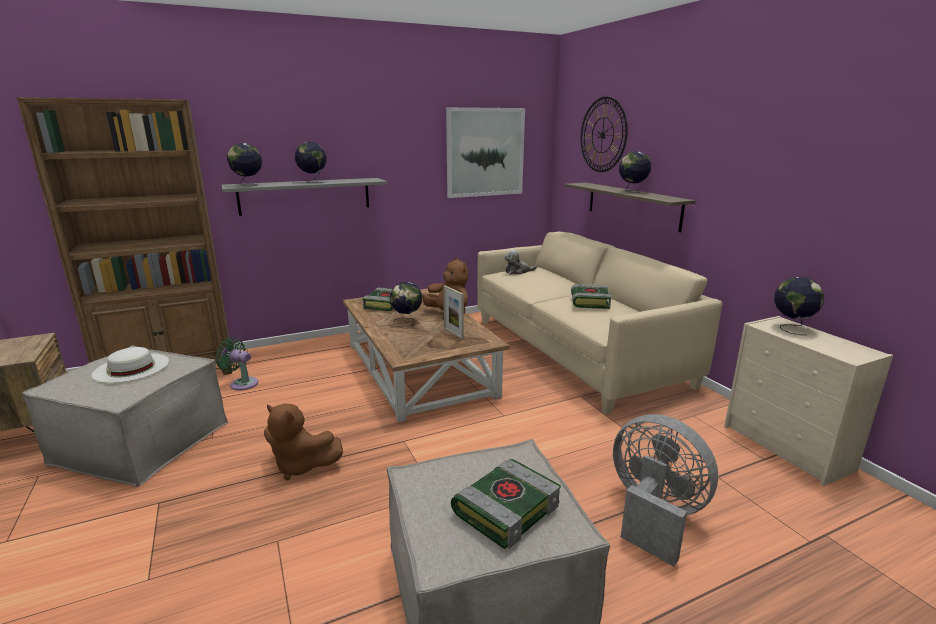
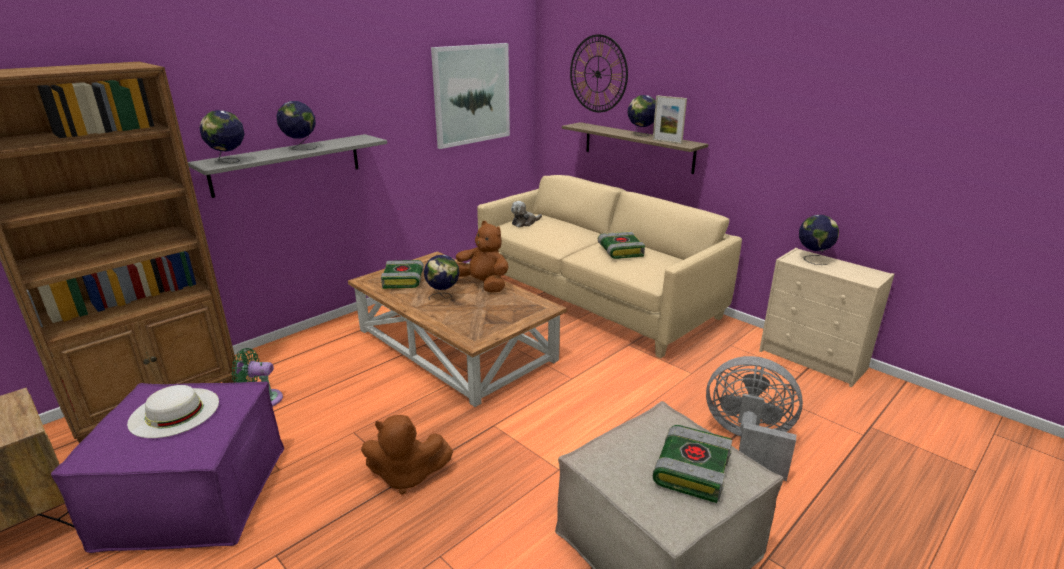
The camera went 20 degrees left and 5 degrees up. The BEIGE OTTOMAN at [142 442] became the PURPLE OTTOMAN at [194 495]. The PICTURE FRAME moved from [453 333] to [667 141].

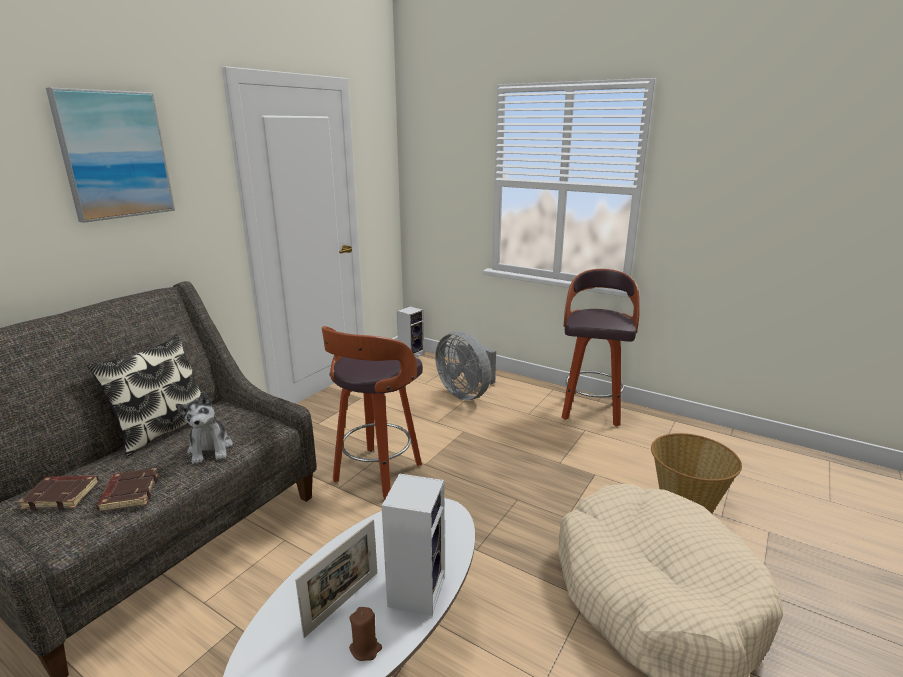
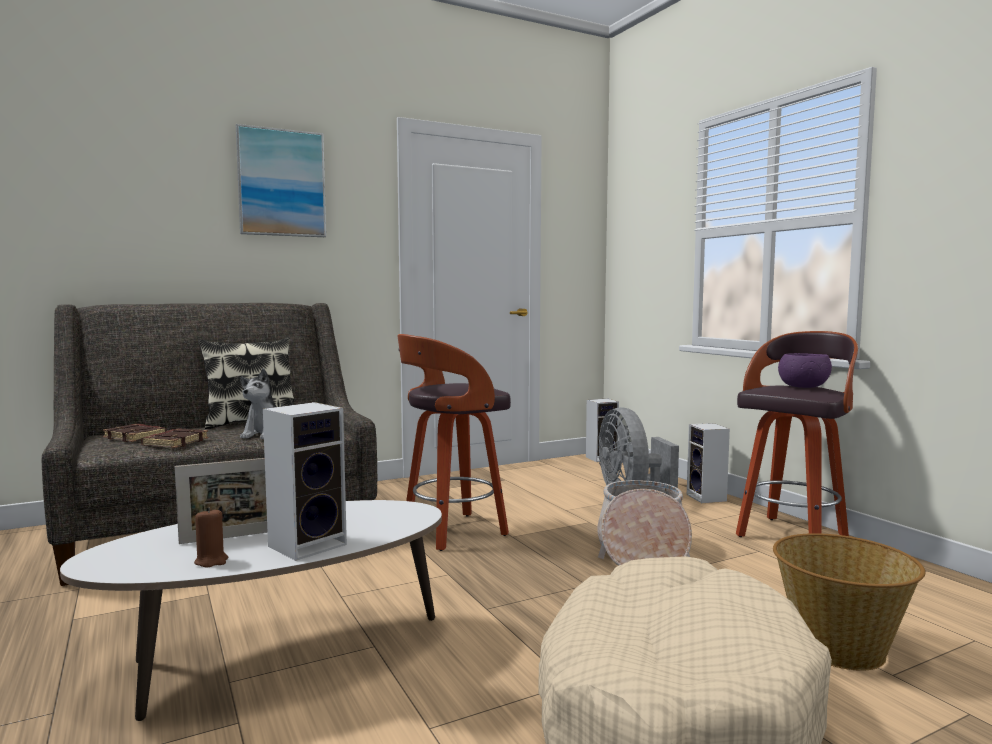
The camera went 30 degrees right and 15 degrees down. The BASKET at [641 551] appeared. The SPEAKER at [707 498] appeared. The PURPLE SERVING BOWL at [803 387] appeared.

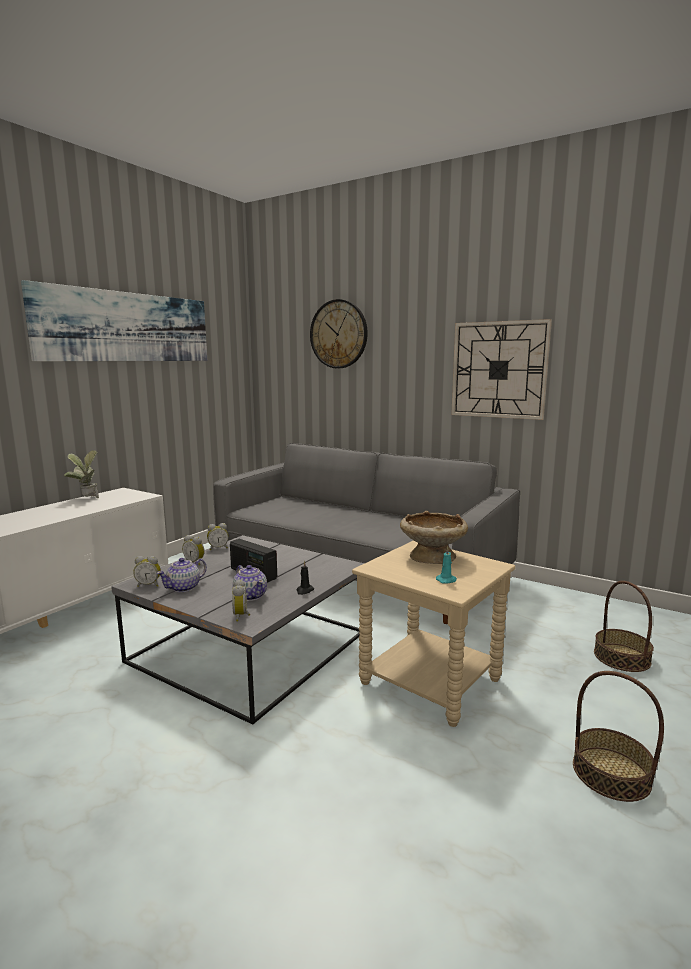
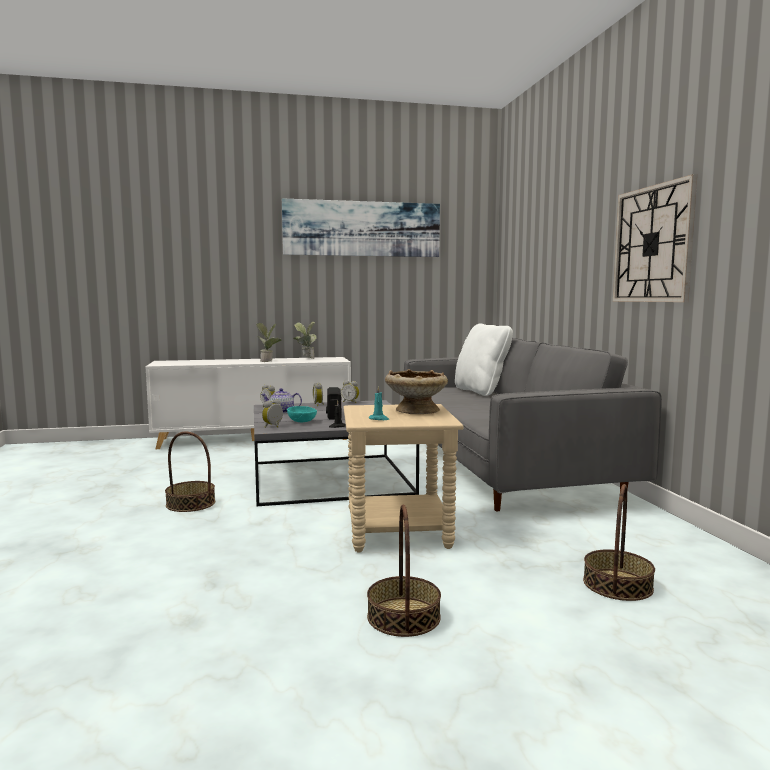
The camera went 45 degrees right and 5 degrees down. The BASKET at [190 504] appeared. The POTTED PLANT at [269 361] appeared. The TEA POT at [250 595] was replaced by the TURQUOISE-COLOURED SERVING BOWL at [302 421]. The WHITISH THROW PILLOW at [481 391] appeared. The HANGING CLOCK at [338 334] disappeared.

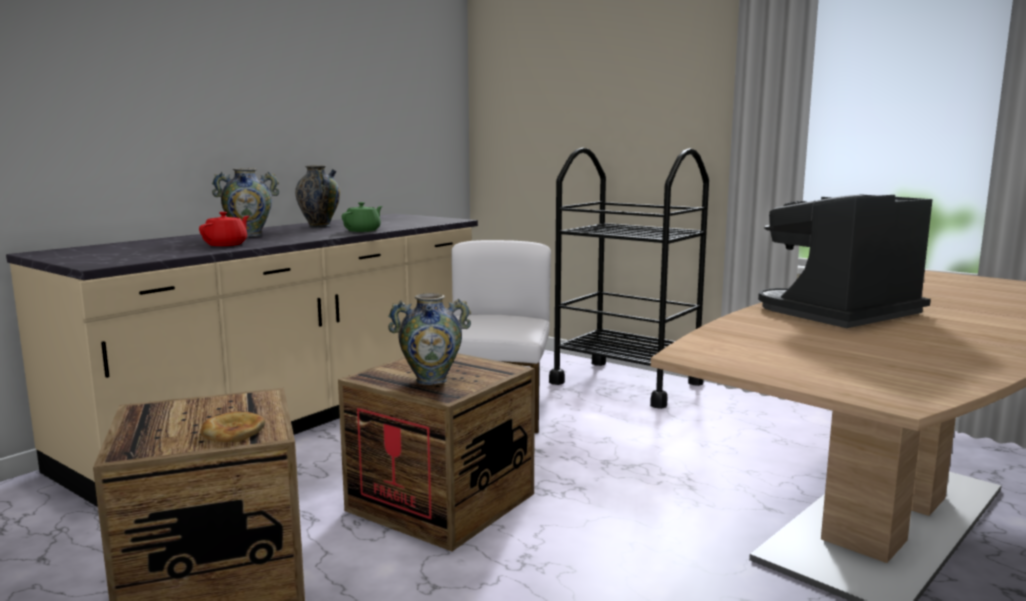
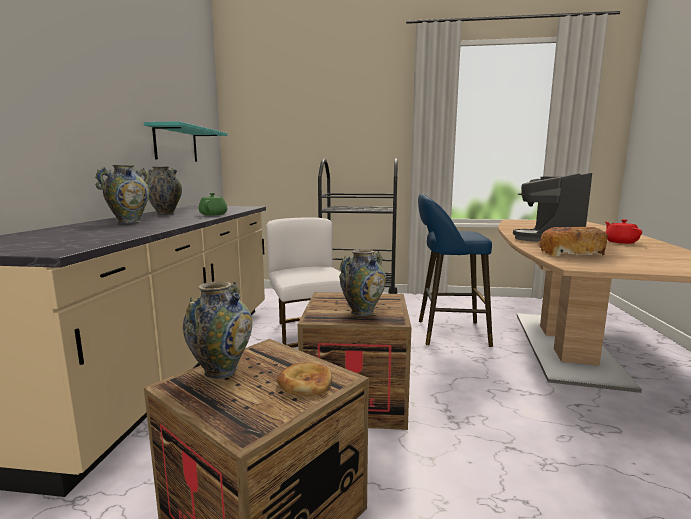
The camera went 30 degrees left and 0 degrees up. The TURQUOISE-COLOURED BRACKET SHELF at [176 144] appeared. The DECORATIVE VASE at [221 371] appeared. The BLUE SITTING STOOL at [447 333] appeared. The BAKERY BREAD at [569 254] appeared. The REDDISH TEA POT moved from [226 244] to [620 242].

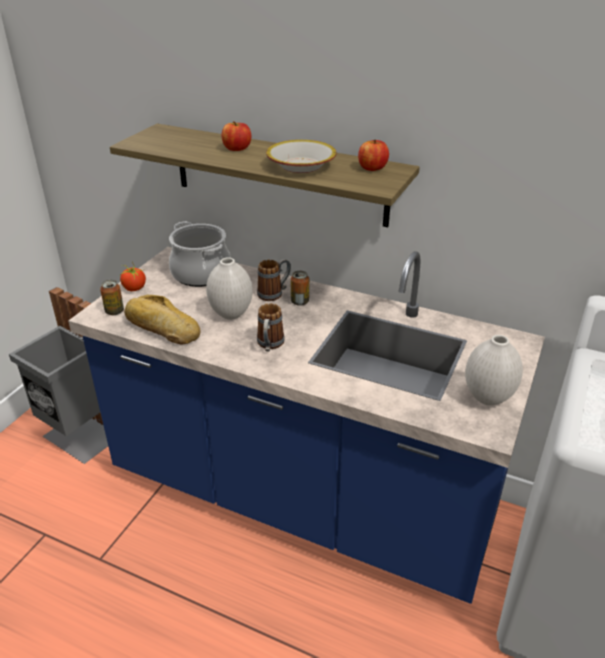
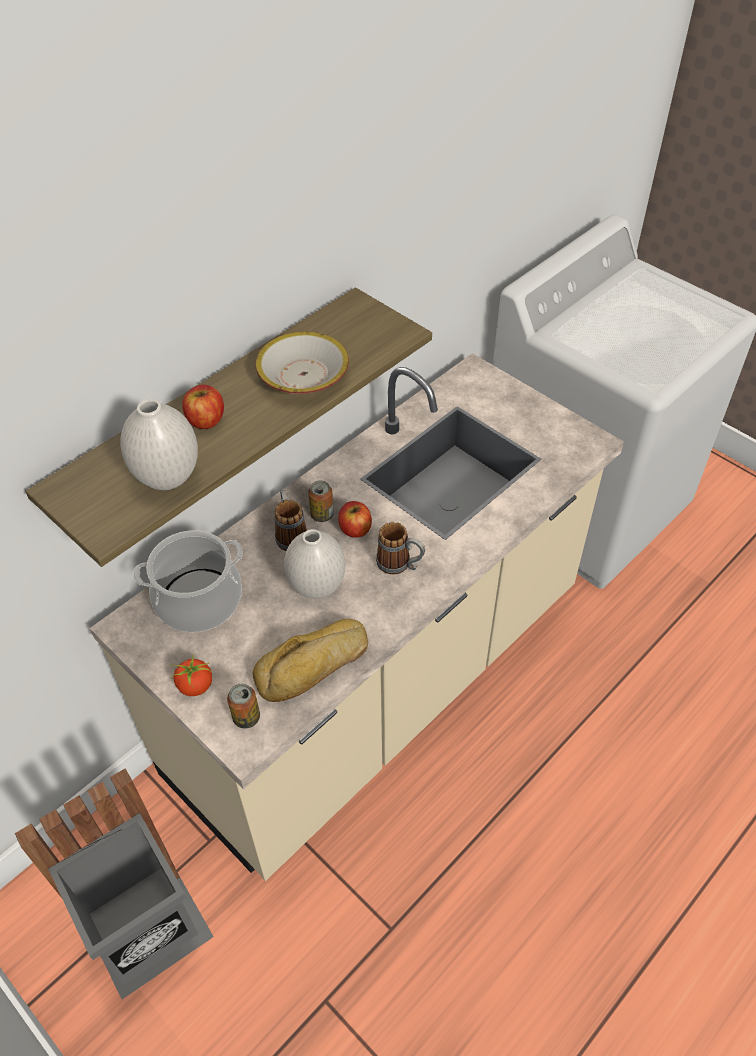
The camera went 70 degrees left and 15 degrees up. The BLUE COUNTER at [302 497] became the BEIGE COUNTER at [380 684]. The WHITISH DECORATIVE VASE moved from [487 398] to [168 479]. The WHOLE APPLE moved from [372 168] to [355 529].

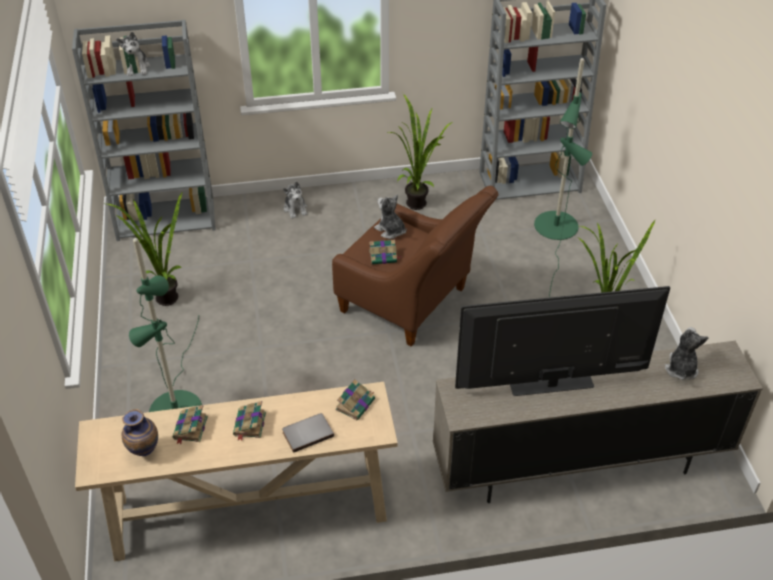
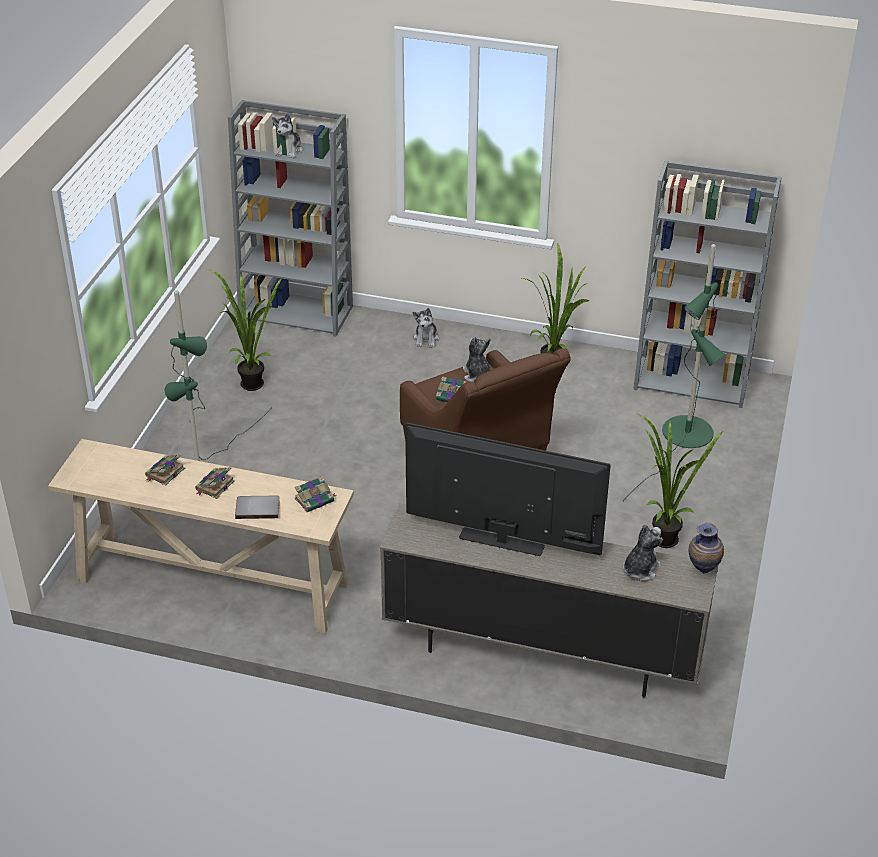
The camera went 25 degrees right and 5 degrees down. The DECORATIVE VASE moved from [144 452] to [703 569].

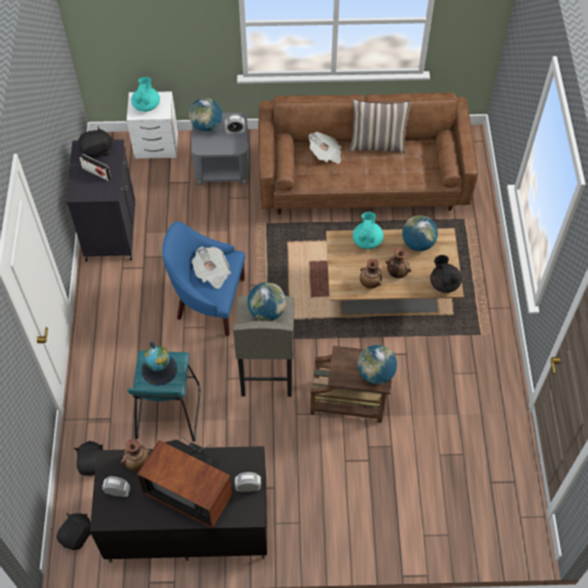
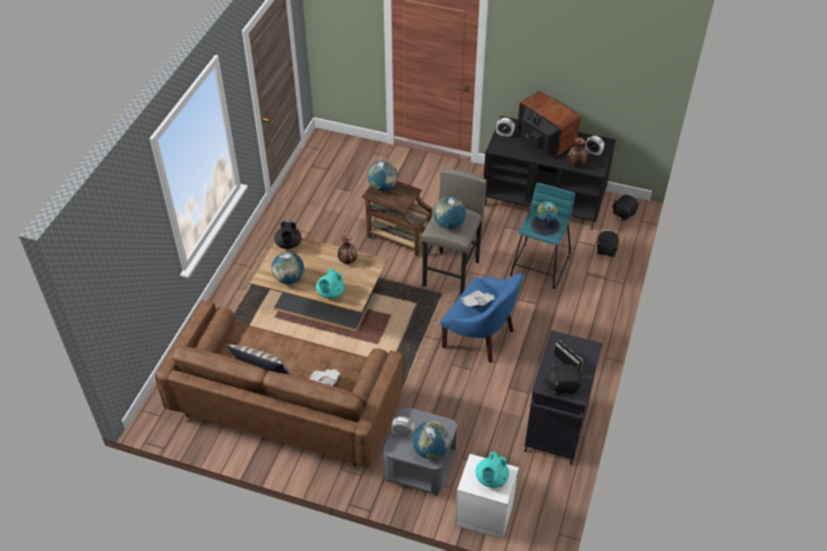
The camera went 160 degrees left and 10 degrees down. The DECORATIVE VASE at [397 273] disappeared.

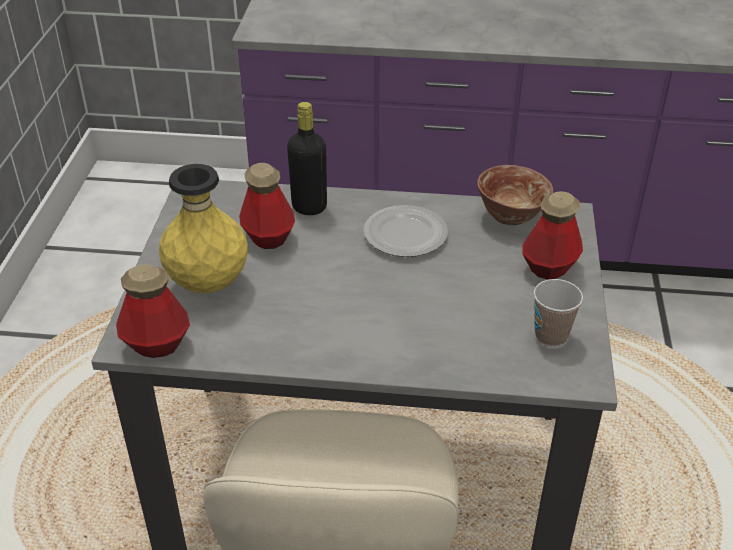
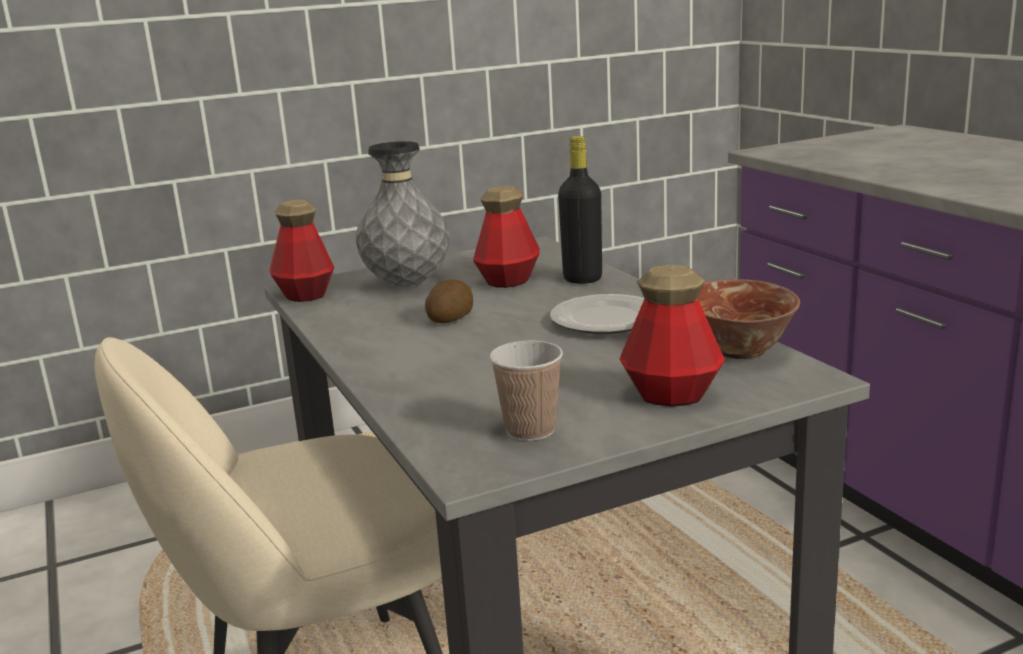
The camera went 60 degrees right and 20 degrees down. The YELLOW-COLOURED DECORATIVE VASE at [208 284] became the GREY DECORATIVE VASE at [407 285]. The POTATO at [450 318] appeared.

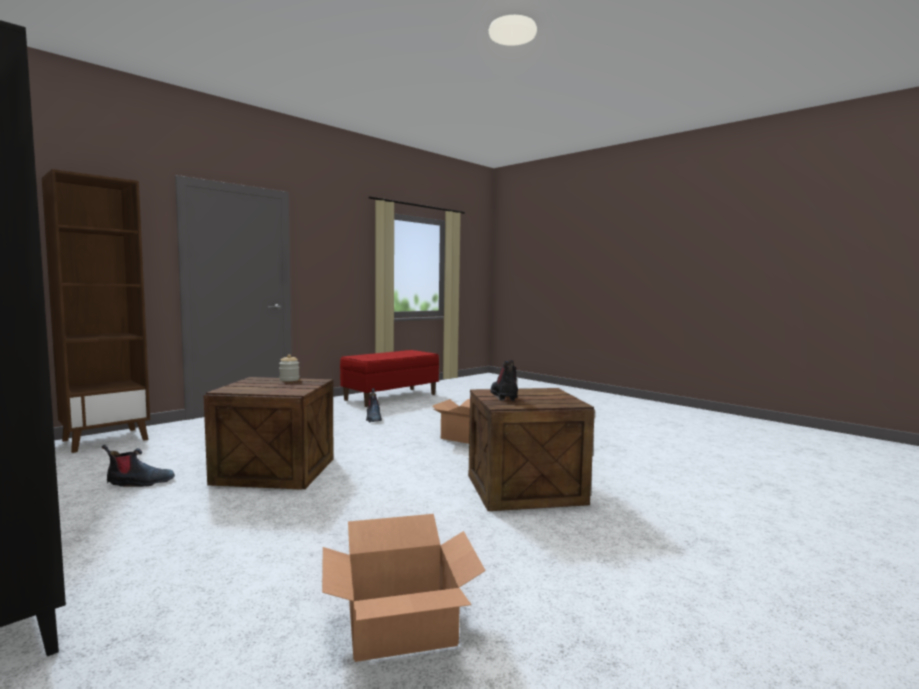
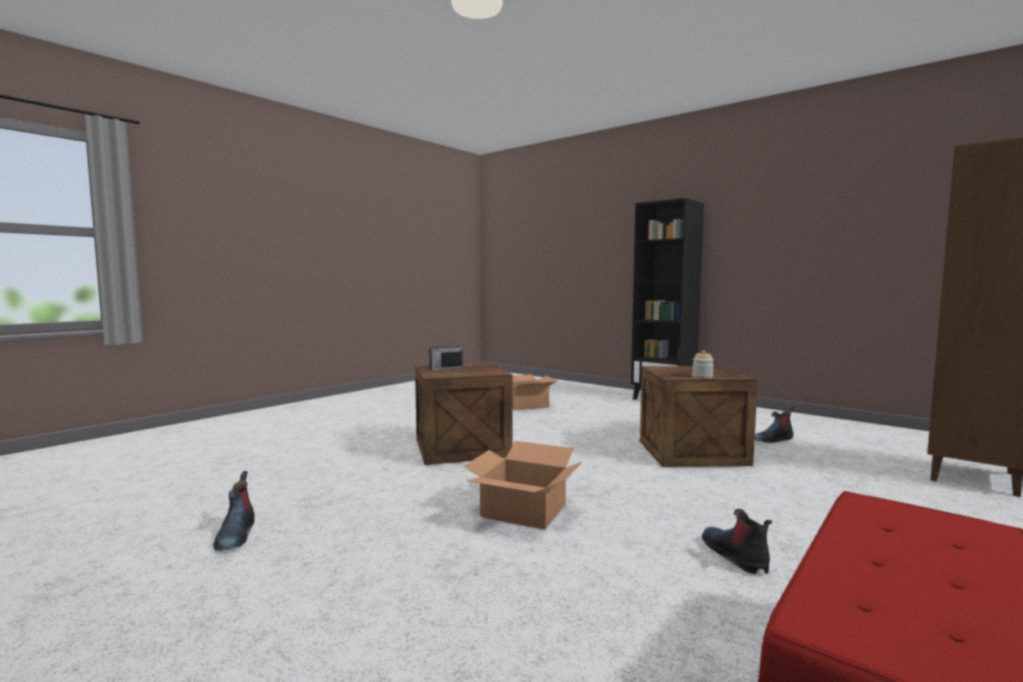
The camera went 175 degrees right and 0 degrees up. The HIGH-TOP BOOT moved from [504 396] to [235 535]. The RADIO at [445 368] appeared.

